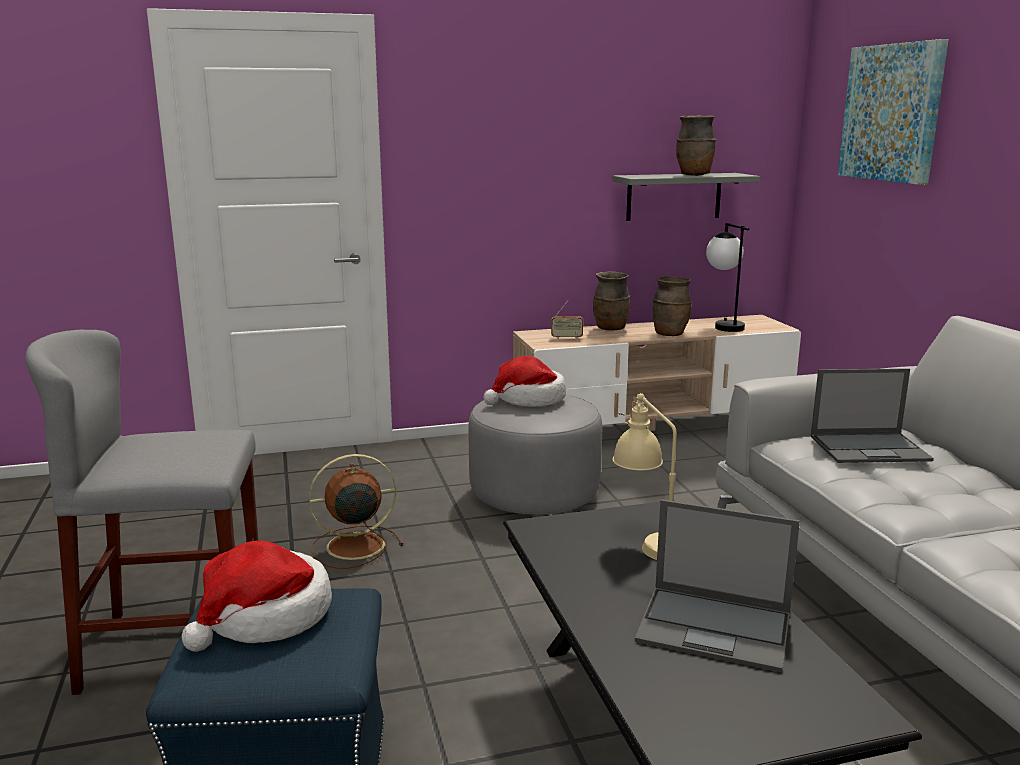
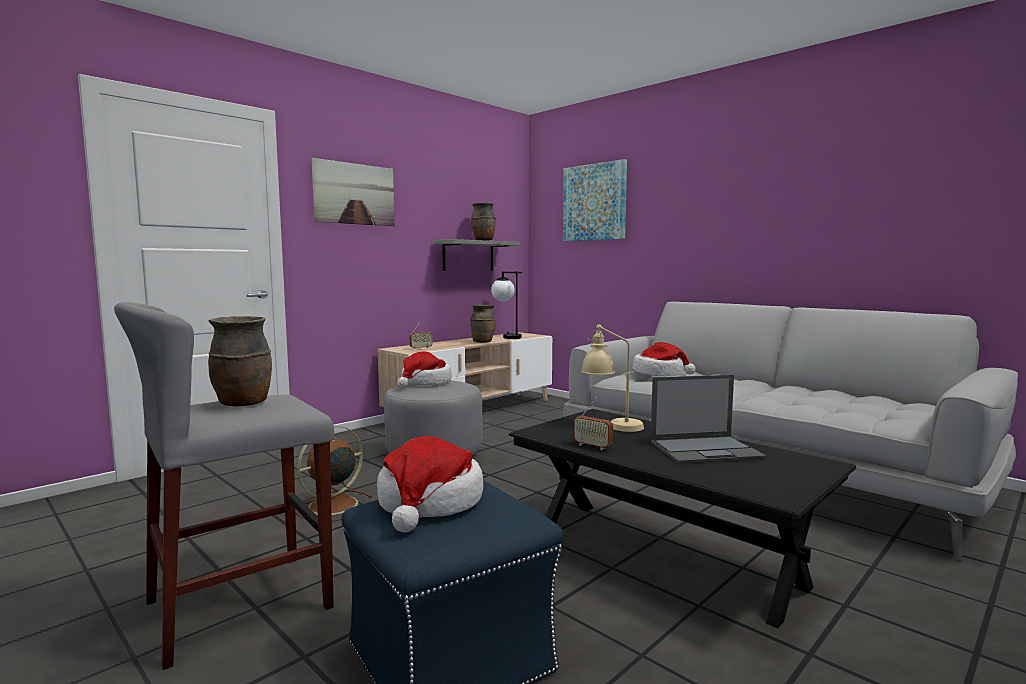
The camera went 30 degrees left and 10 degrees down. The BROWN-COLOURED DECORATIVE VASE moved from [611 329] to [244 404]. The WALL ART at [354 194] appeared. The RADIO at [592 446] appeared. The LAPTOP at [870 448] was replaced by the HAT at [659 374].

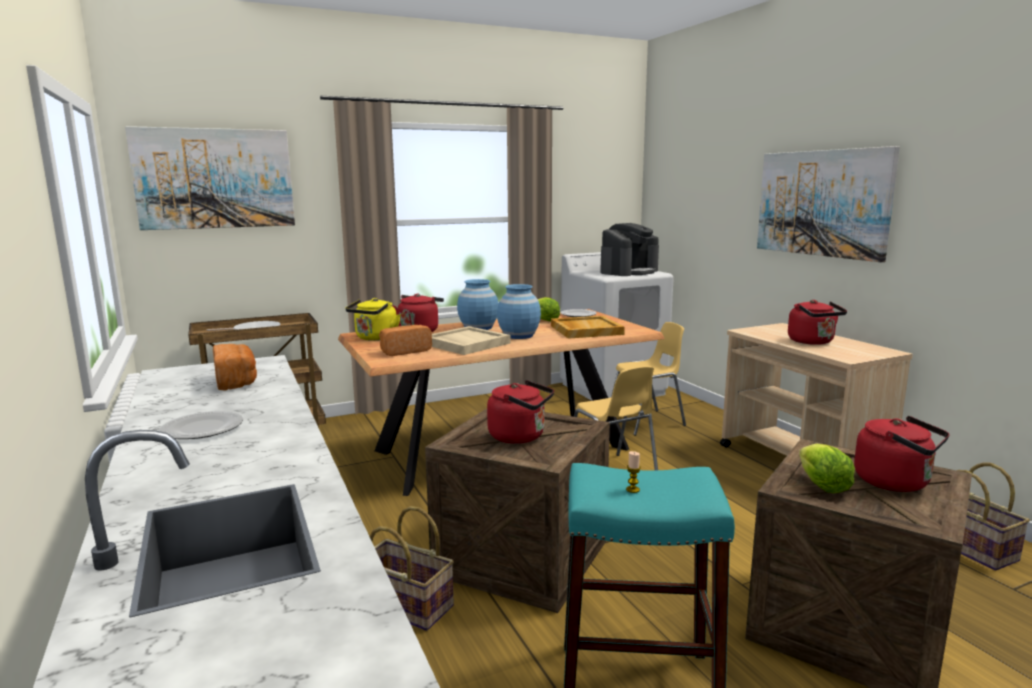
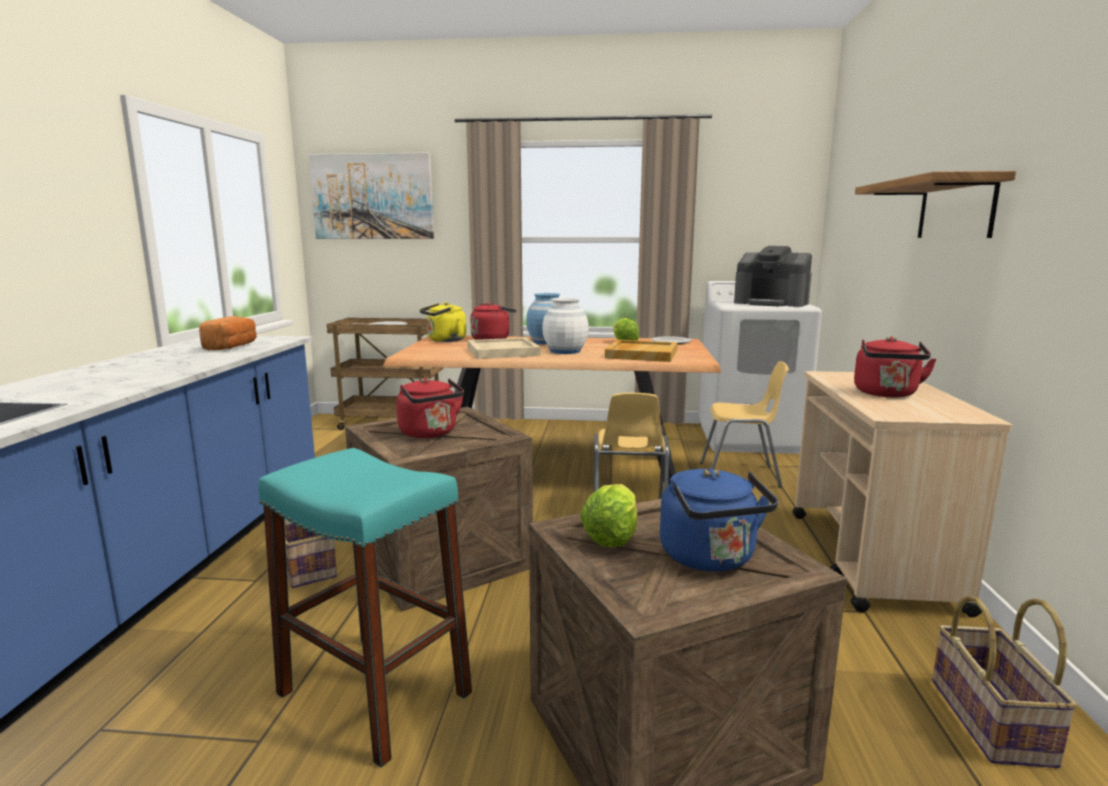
The camera went 30 degrees right and 0 degrees up. The BLUE DECORATIVE VASE at [519 335] became the WHITISH DECORATIVE VASE at [565 351]. The REDDISH WATER KETTLE at [896 483] became the BLUE WATER KETTLE at [711 559]. The COFFEE MAKER at [629 272] turned 45 degrees clockwise. The WALL ART at [822 203] was replaced by the BRACKET SHELF at [955 209]. The FLAT DISH at [203 428] disappeared. The BAKERY BREAD at [404 351] disappeared. The CANDLE at [632 489] disappeared.

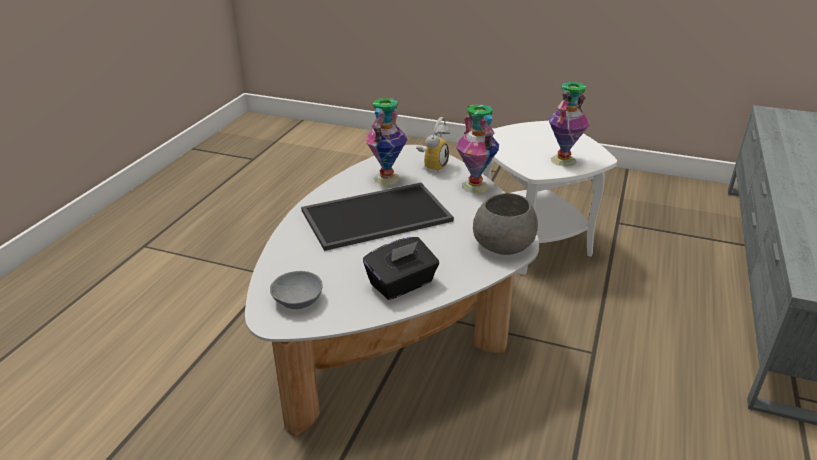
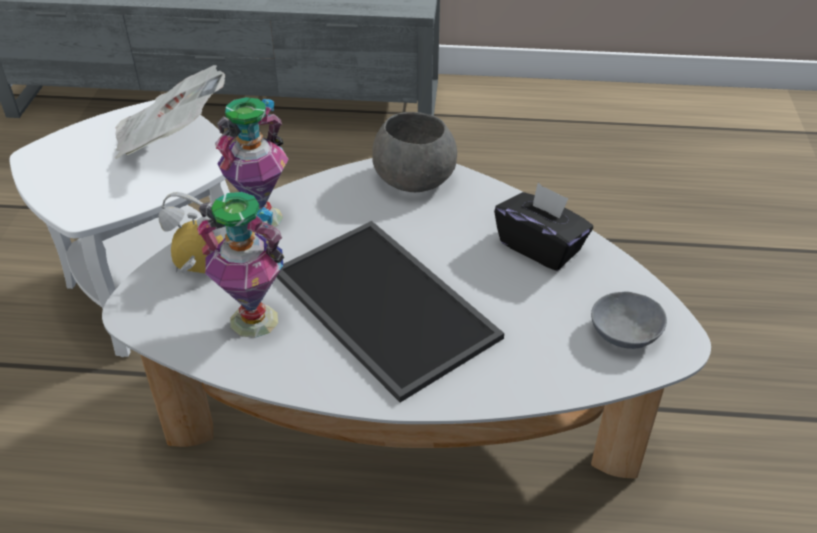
The camera went 105 degrees left and 10 degrees up. The DECORATIVE VASE at [563 160] was replaced by the PRINTED PAPER at [171 139].

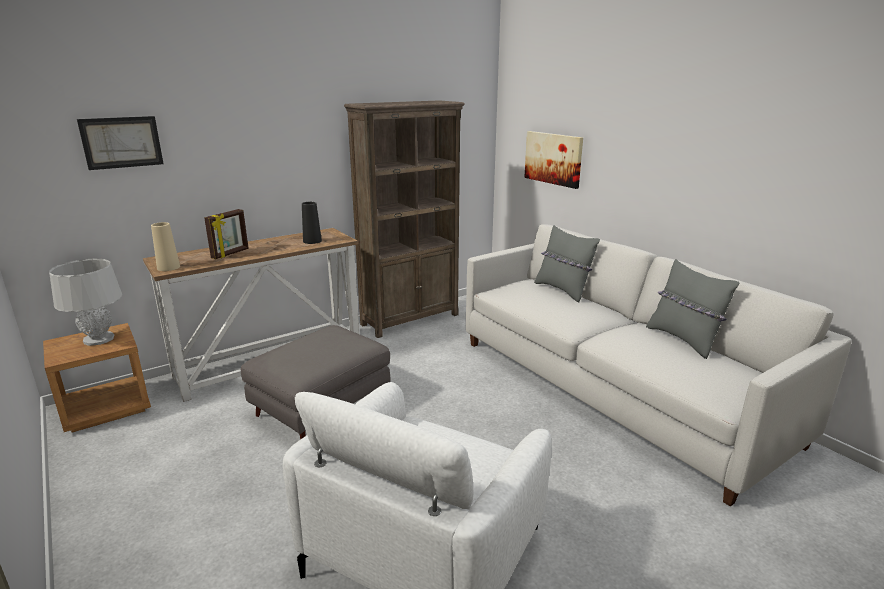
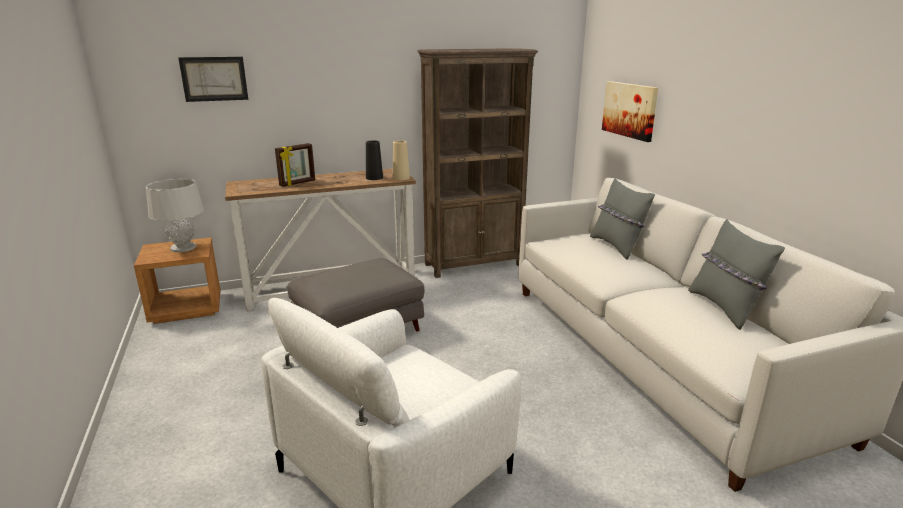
The camera went 15 degrees right and 0 degrees up. The BEIGE DECORATIVE VASE moved from [168 267] to [401 178].

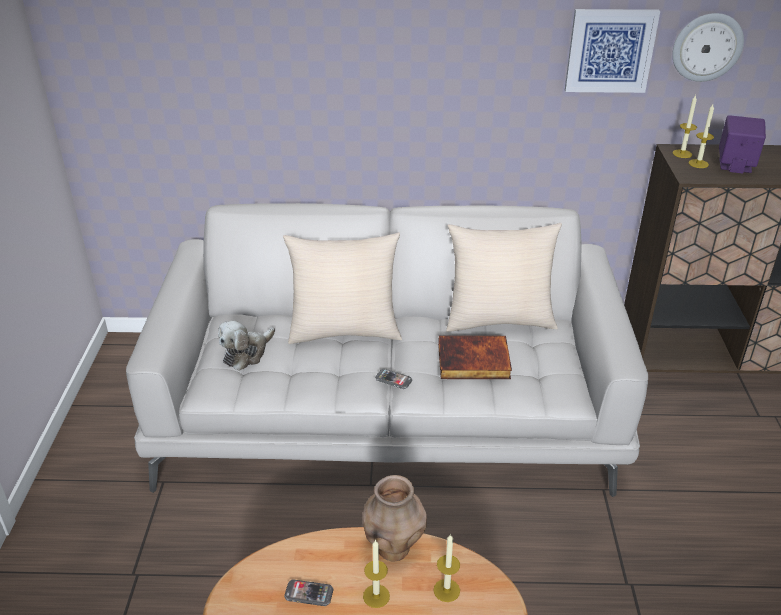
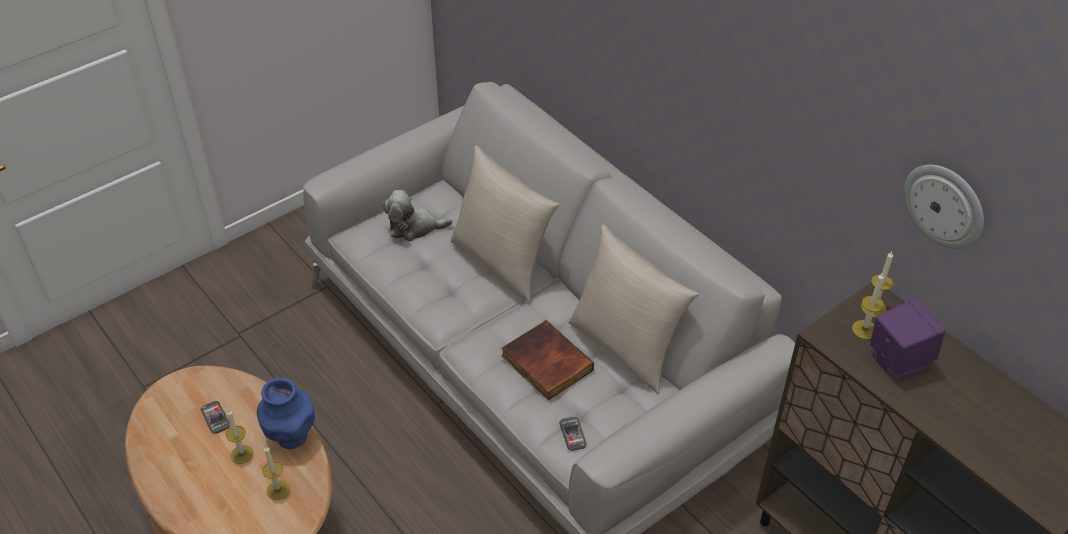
The camera went 50 degrees right and 10 degrees up. The BROWN-COLOURED DECORATIVE VASE at [393 548] became the BLUE DECORATIVE VASE at [291 438]. The PHONE moved from [393 380] to [572 434]. The WALL ART at [610 50] disappeared.

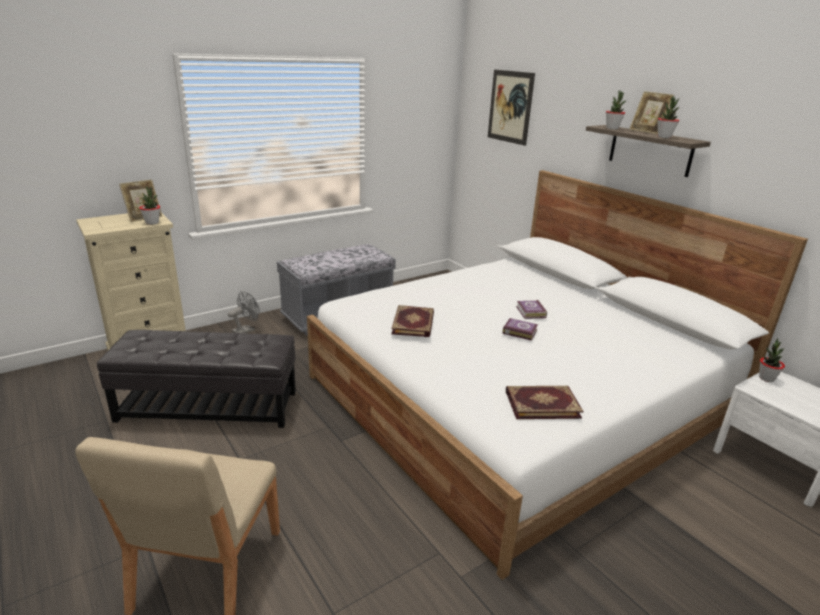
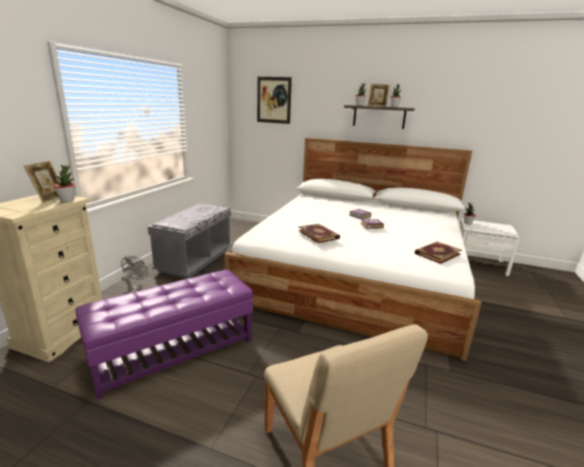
The camera went 35 degrees left and 5 degrees down. The BLACK-COLOURED OTTOMAN at [208 406] became the PURPLE OTTOMAN at [174 350].

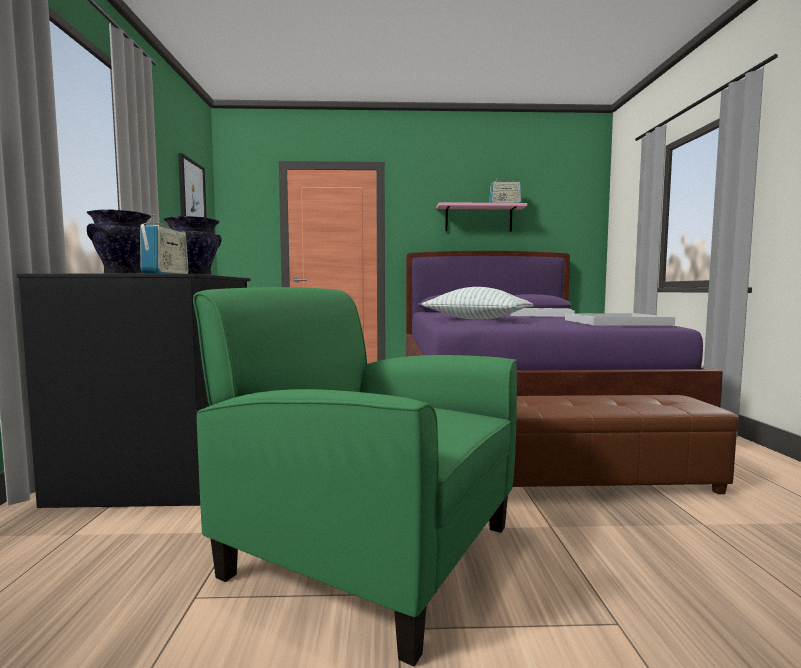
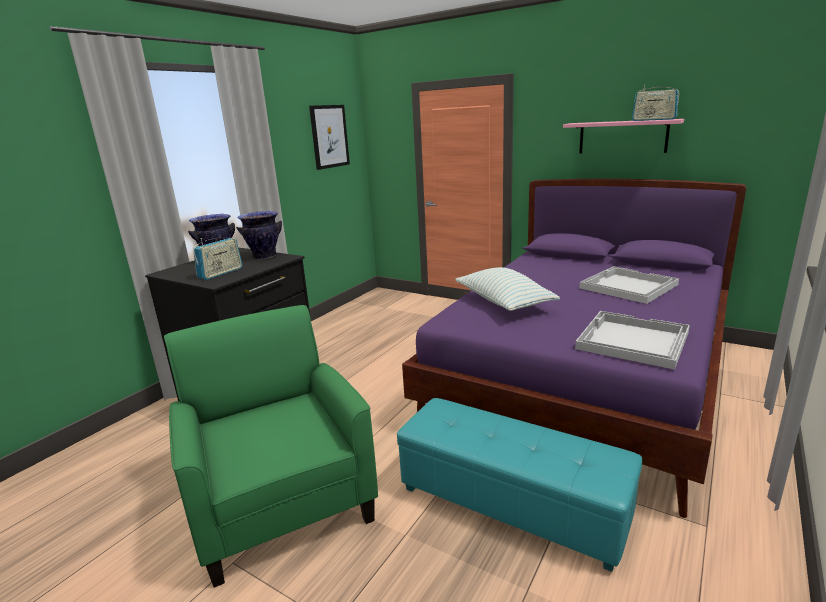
The camera went 35 degrees right and 15 degrees up. The BROWN-COLOURED OTTOMAN at [593 479] became the TURQUOISE-COLOURED OTTOMAN at [512 502].

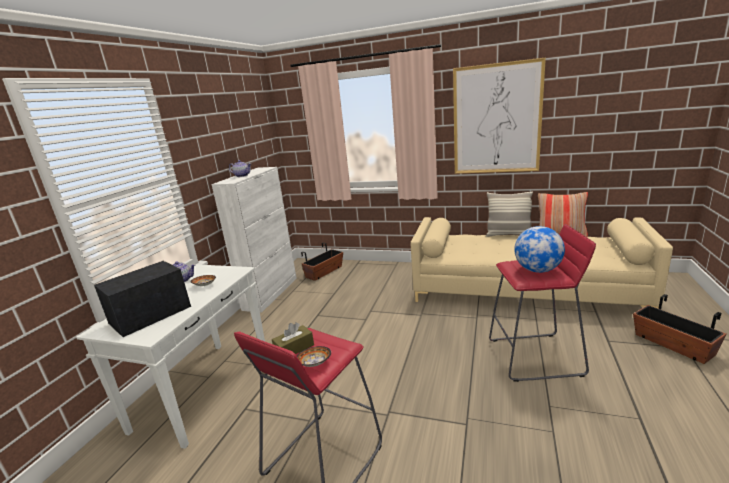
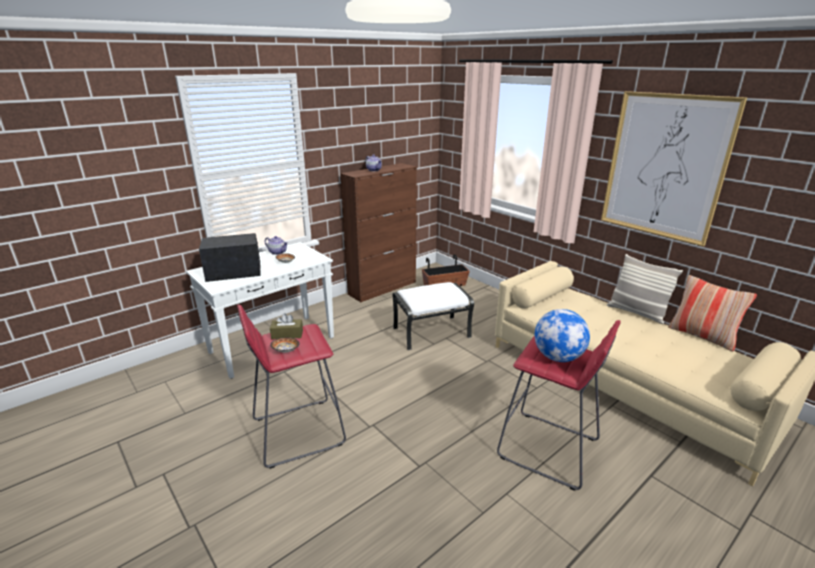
The camera went 30 degrees right and 5 degrees up. The WHITISH CUPBOARD at [271 293] became the BROWN-COLOURED CUPBOARD at [383 288]. The WHITISH OTTOMAN at [432 332] appeared. The FLOWER POT at [673 344] disappeared.

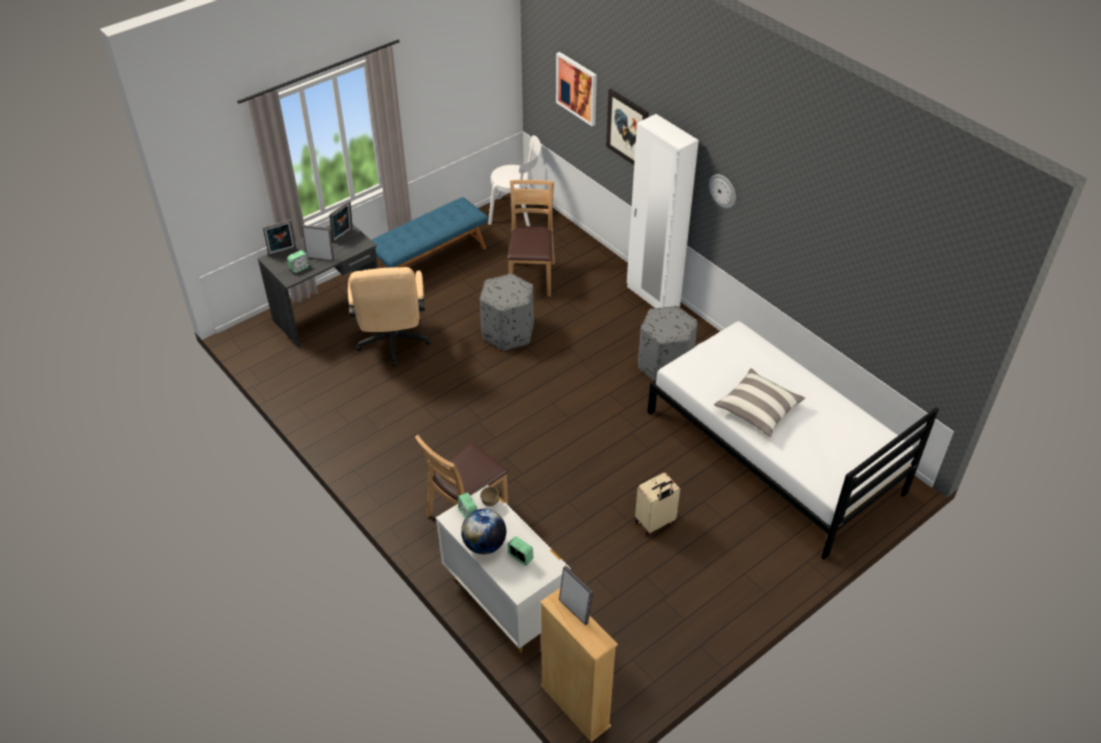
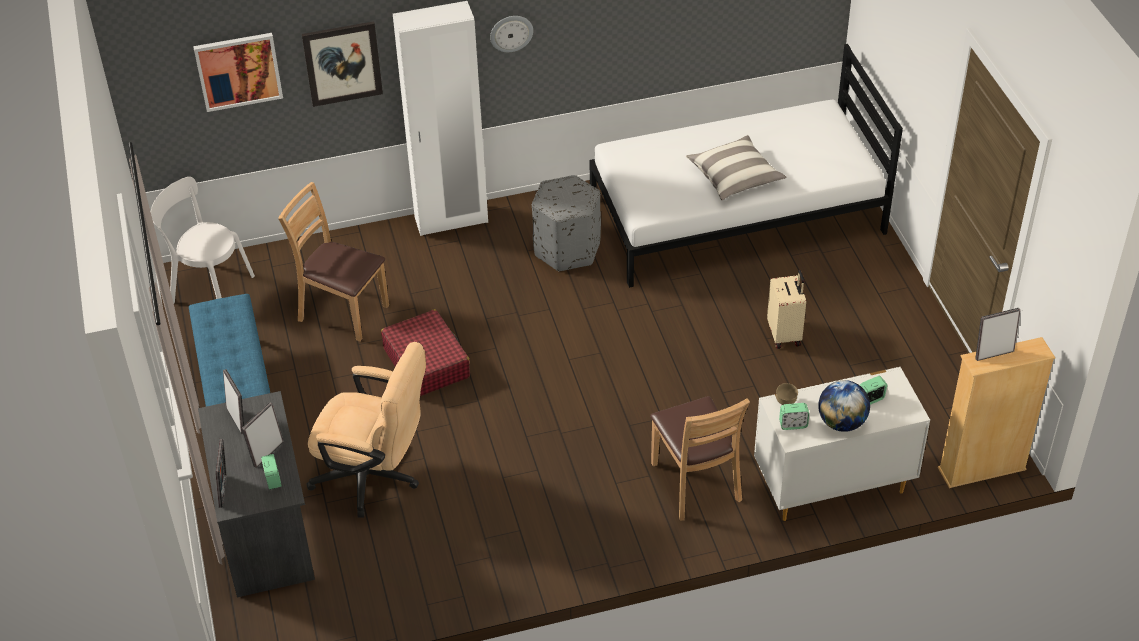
The camera went 65 degrees left and 0 degrees up. The WHITISH CHAIR at [517 214] turned 105 degrees counterclockwise. The GREY OTTOMAN at [508 332] was replaced by the REDDISH SUITCASE at [426 362].

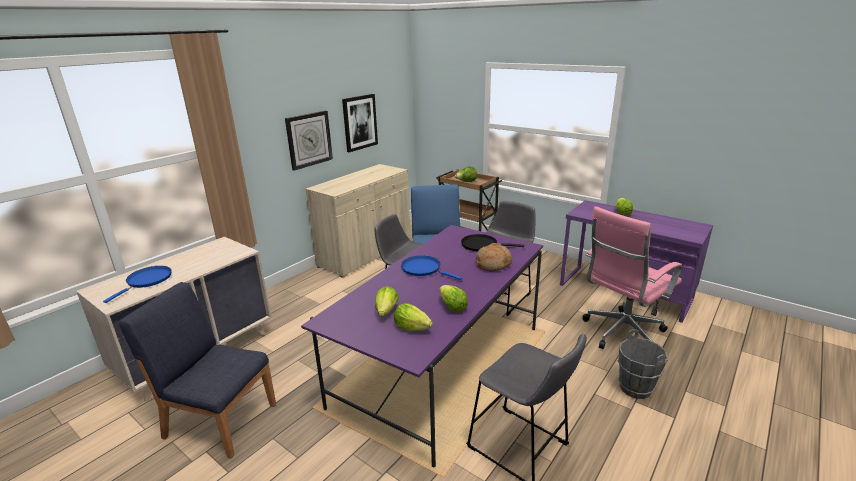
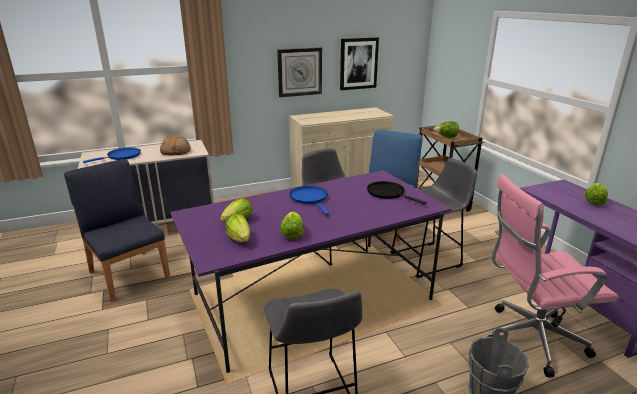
The camera went 30 degrees right and 0 degrees up. The BAKERY BREAD moved from [493 264] to [176 152].

